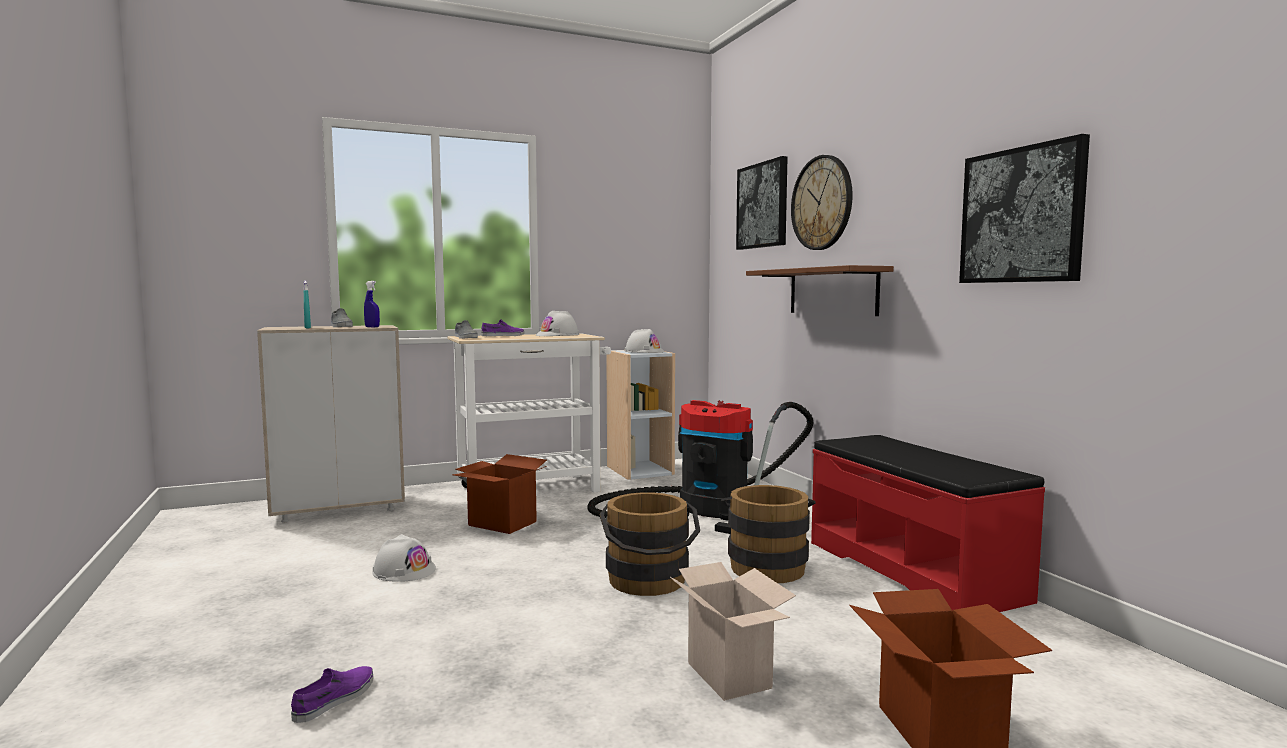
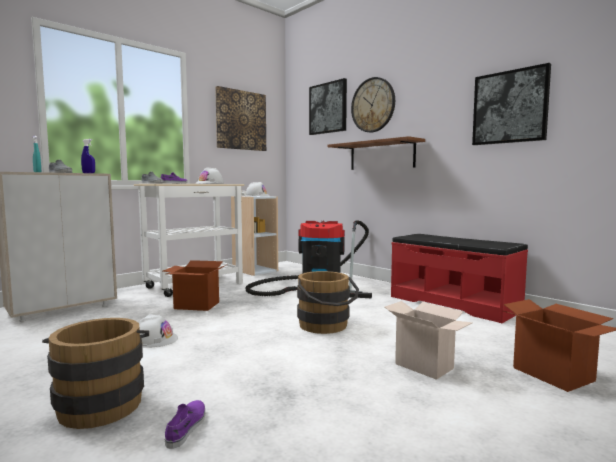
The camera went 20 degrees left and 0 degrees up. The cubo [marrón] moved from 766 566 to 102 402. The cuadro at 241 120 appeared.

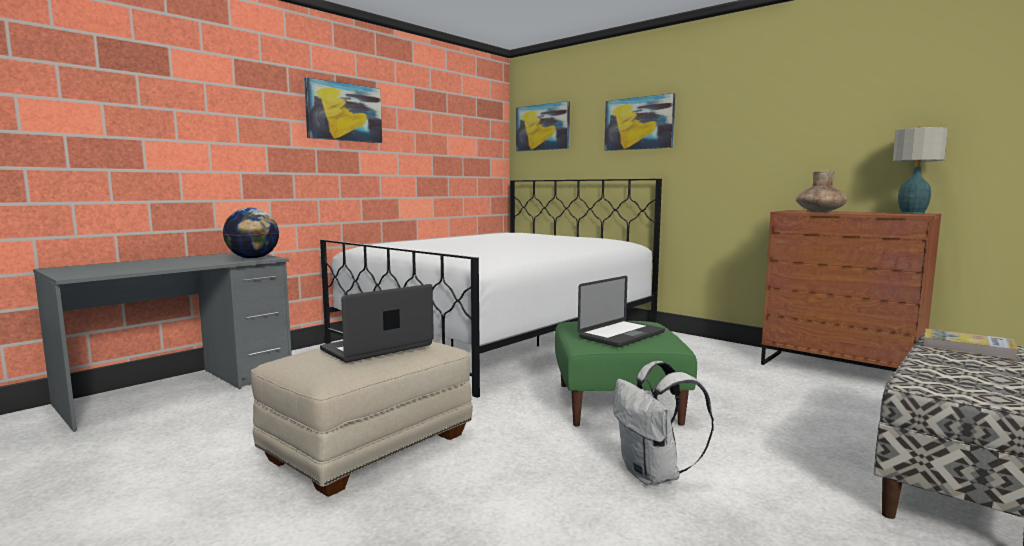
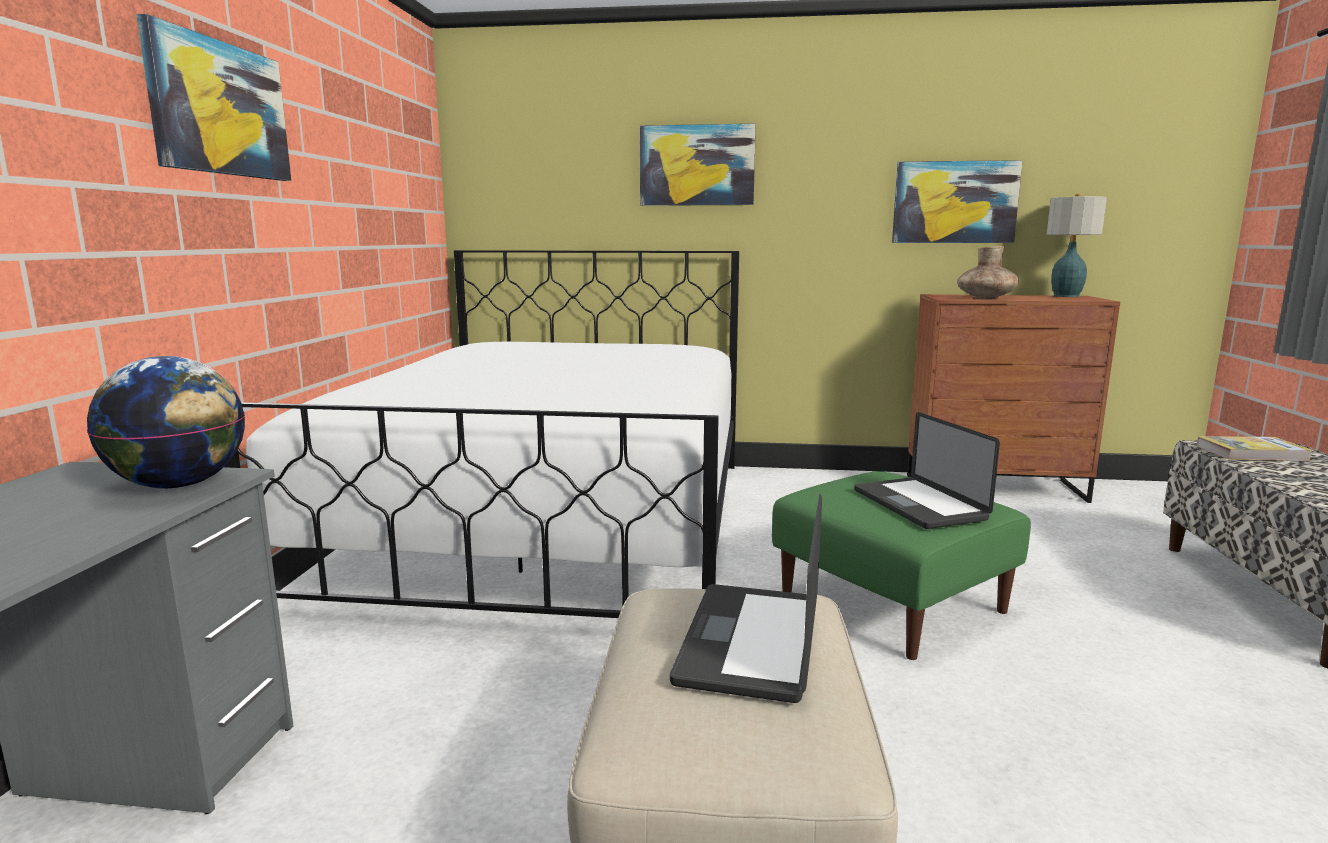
The camera went 35 degrees left and 5 degrees up. The cuadro moved from 542 127 to 954 202. The portátil at 622 335 turned 150 degrees clockwise. The mochila [blanco] at 653 475 disappeared.

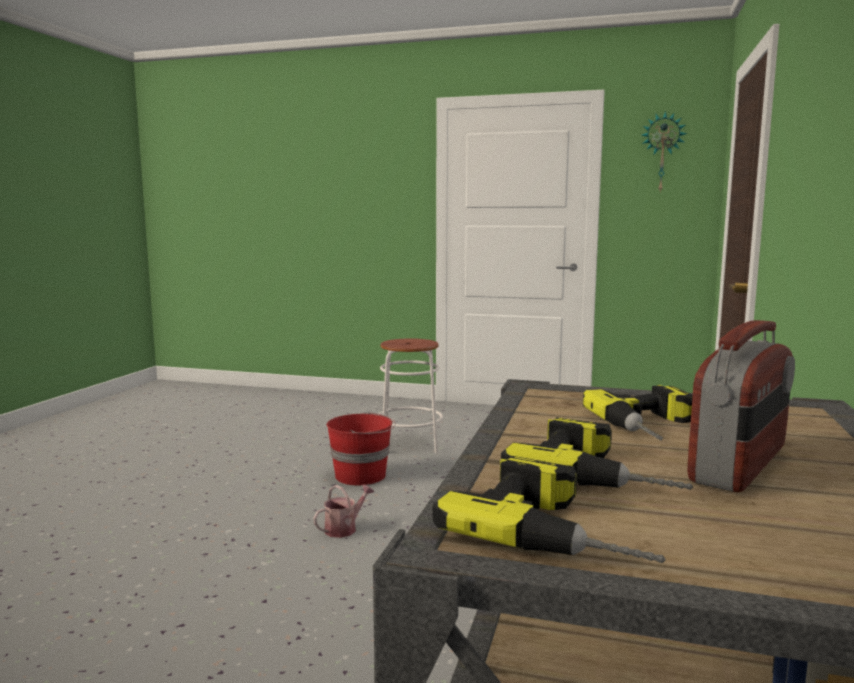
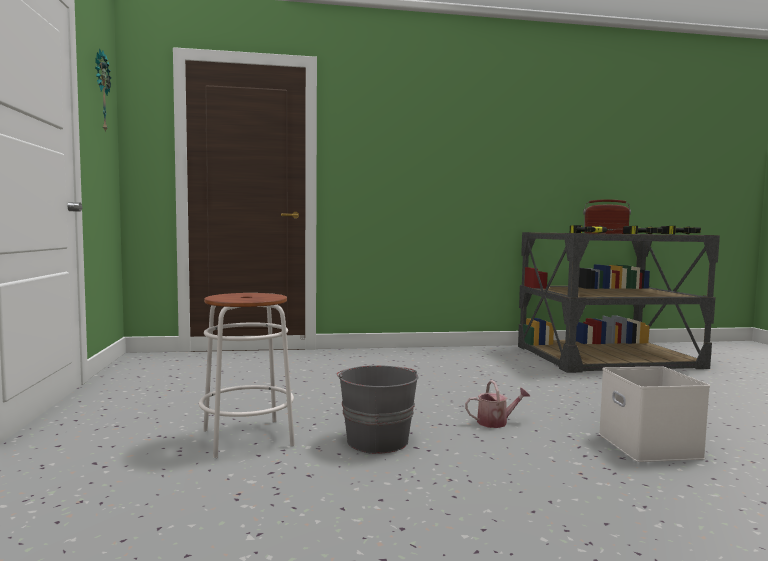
The camera went 115 degrees left and 5 degrees down. The regadera at 344 528 turned 150 degrees clockwise. The cubo [rojo] at 361 475 became the cubo [gris] at 376 440. The caja de almacenaje [blanco] at 646 445 appeared.

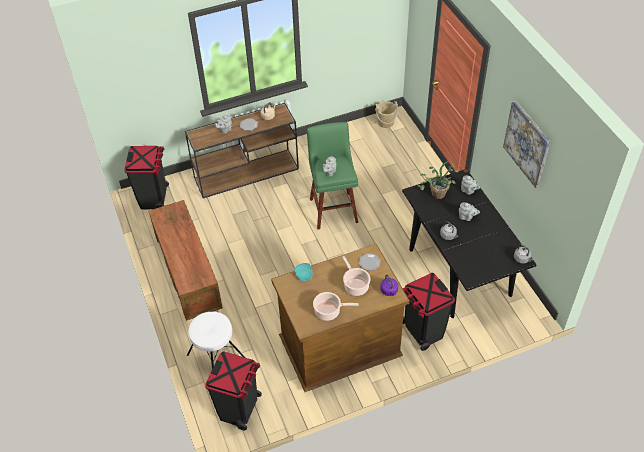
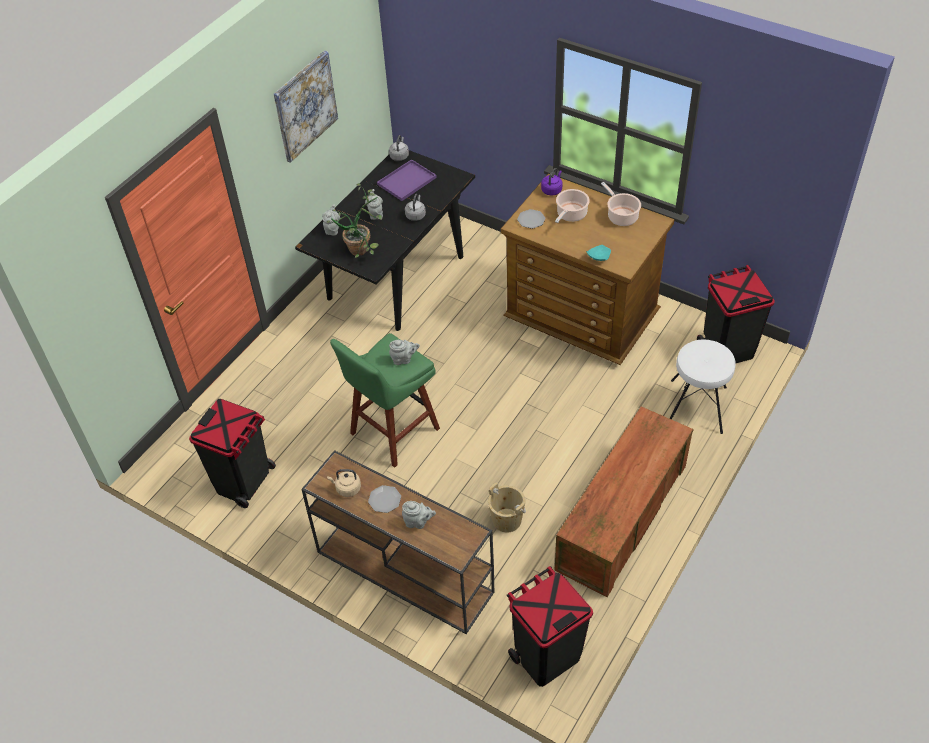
The camera went 125 degrees left and 0 degrees up. The cubo [beis] moved from 385 122 to 506 520. The papelera [negro] moved from 423 331 to 244 482. The bandeja [morado] at 407 180 appeared.

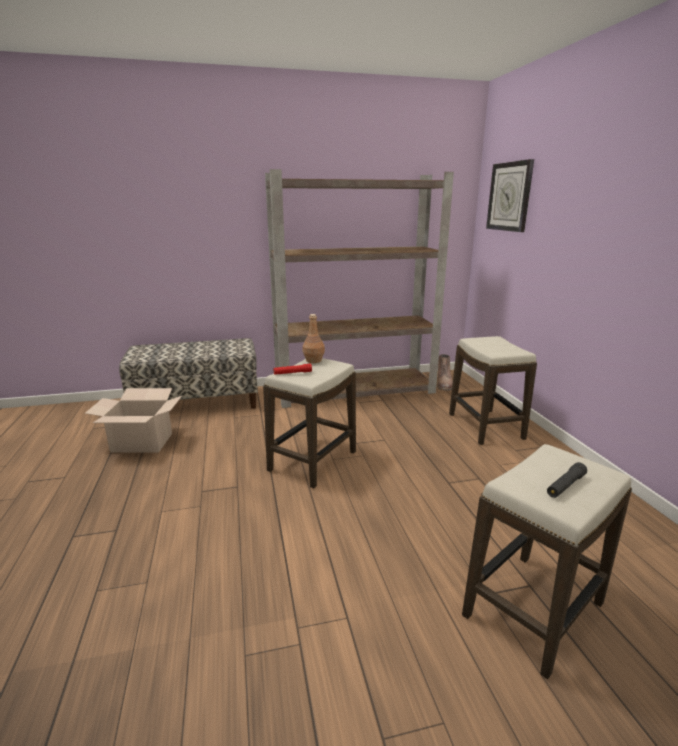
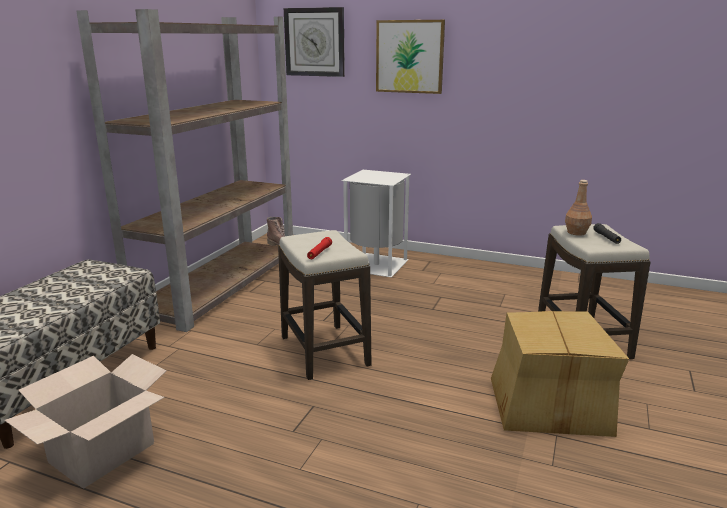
The camera went 55 degrees left and 0 degrees up. The botella [marrón] moved from 314 360 to 576 232. The taburete at 485 427 was replaced by the papelera [blanco] at 377 264. The cuadro at 409 56 appeared. The caja de cartón at 548 404 appeared.

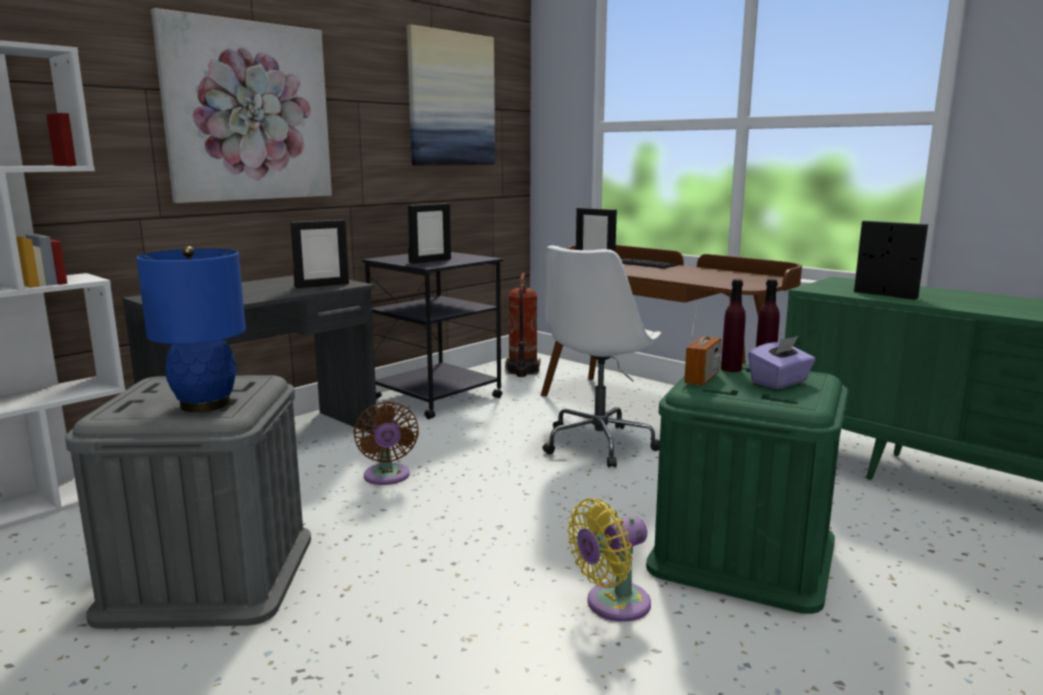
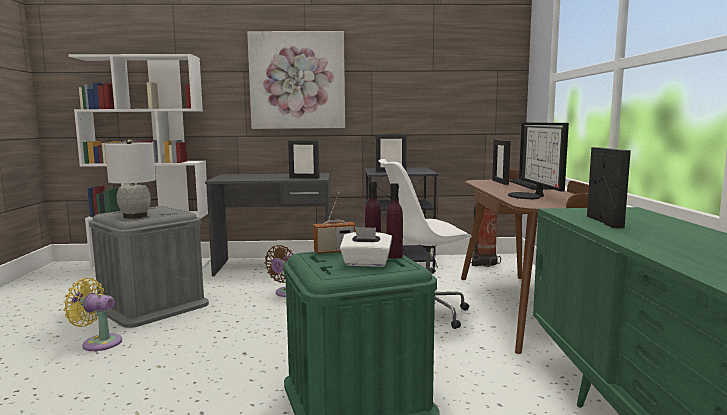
The camera went 45 degrees right and 5 degrees down. The lámpara de mesa [azul] at 205 404 became the lámpara de mesa [blanco] at 135 216. The cuadro at 451 99 disappeared. The ventilador [amarillo] moved from 612 604 to 98 342. The caja de pañuelos [morado] at 780 382 became the caja de pañuelos [blanco] at 366 263. The monitor at 529 196 appeared.

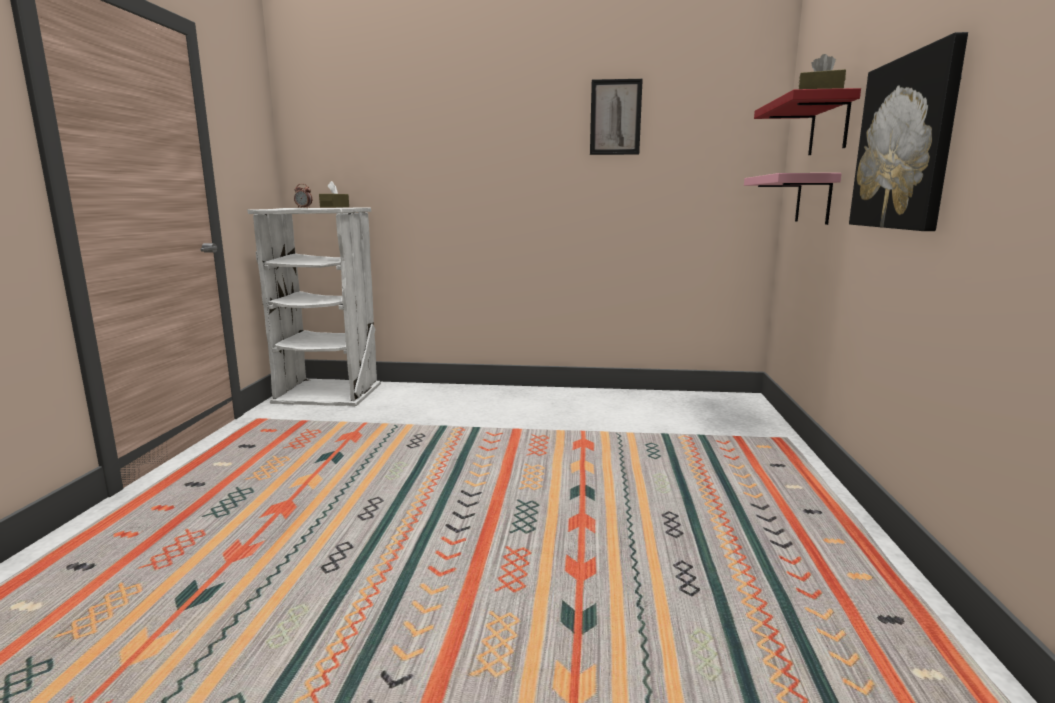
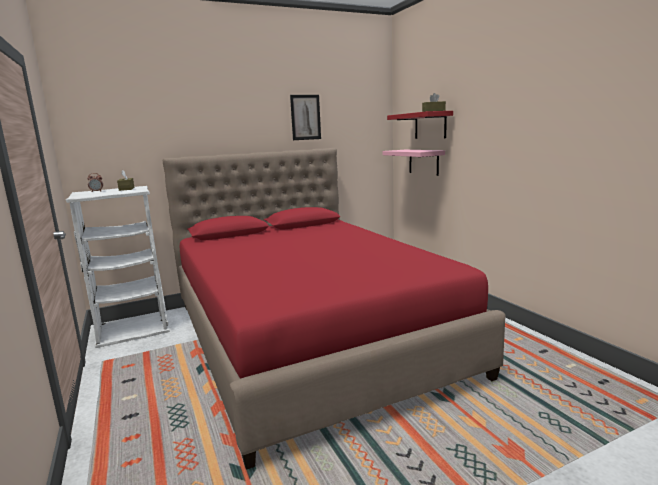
The camera went 30 degrees left and 0 degrees up. The cuadro at 905 143 disappeared. The cama [rojo] at 309 336 appeared.

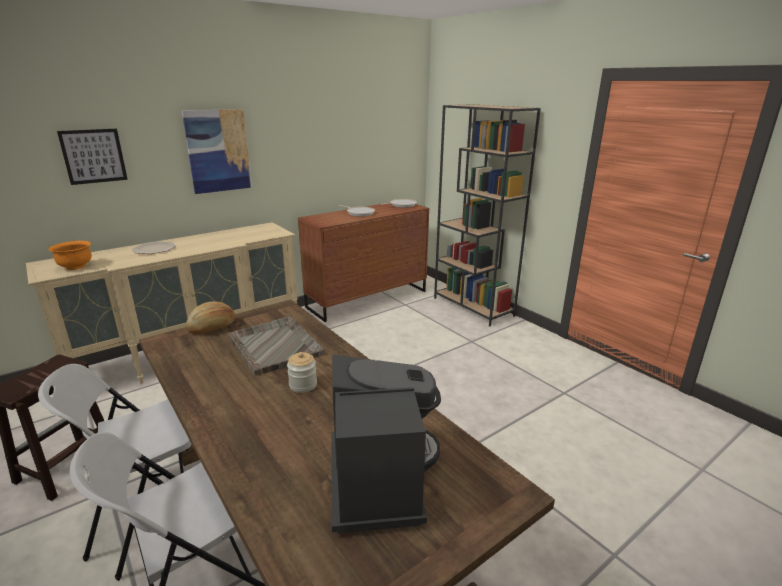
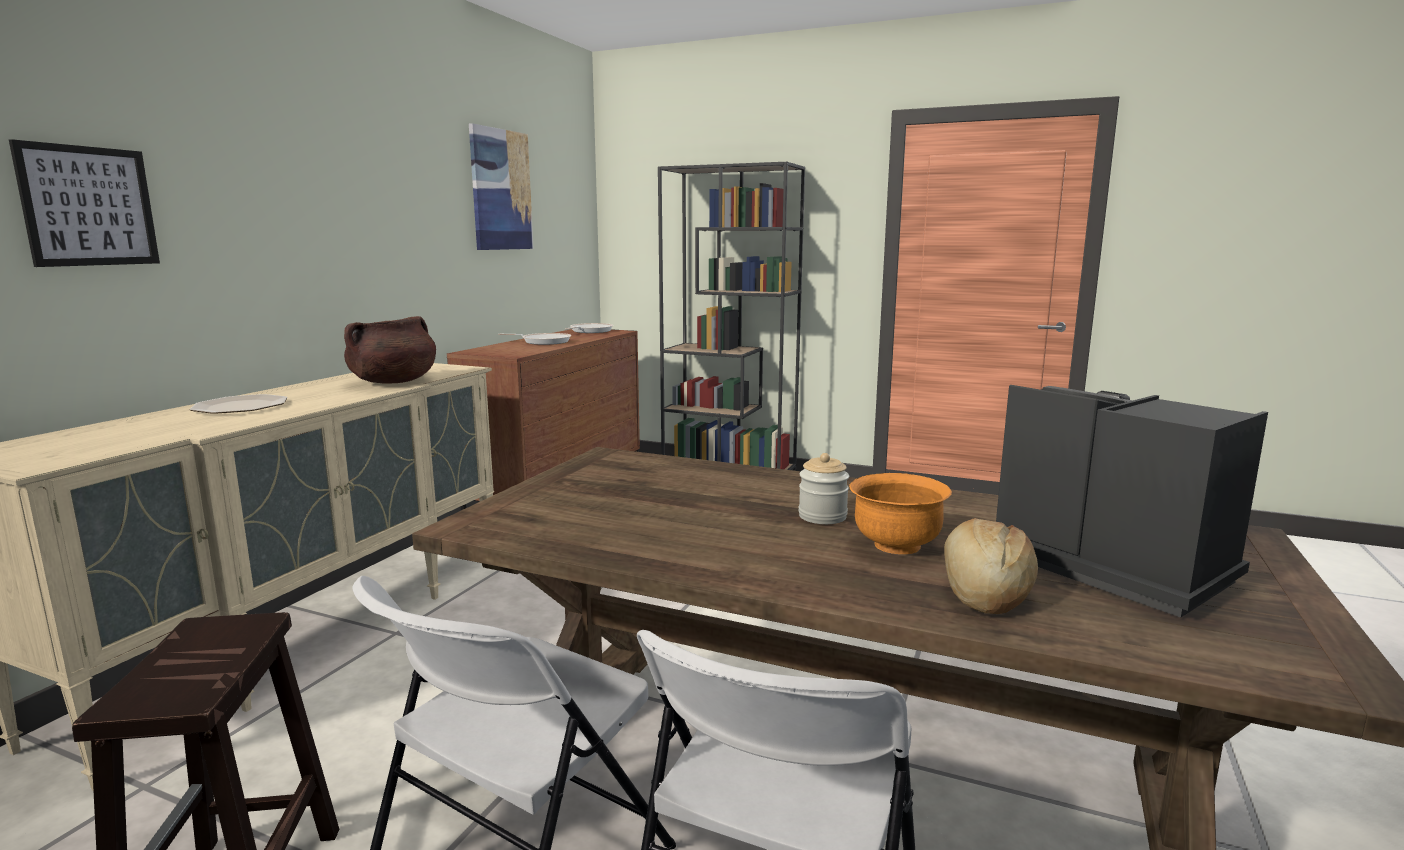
The camera went 30 degrees left and 10 degrees down. The cuenco [naranja] moved from 75 267 to 896 545. The cuadro moved from 218 151 to 501 190. The pan moved from 212 327 to 983 591. The bandeja [gris] at 274 345 disappeared. The olla [marrón] at 393 382 appeared.

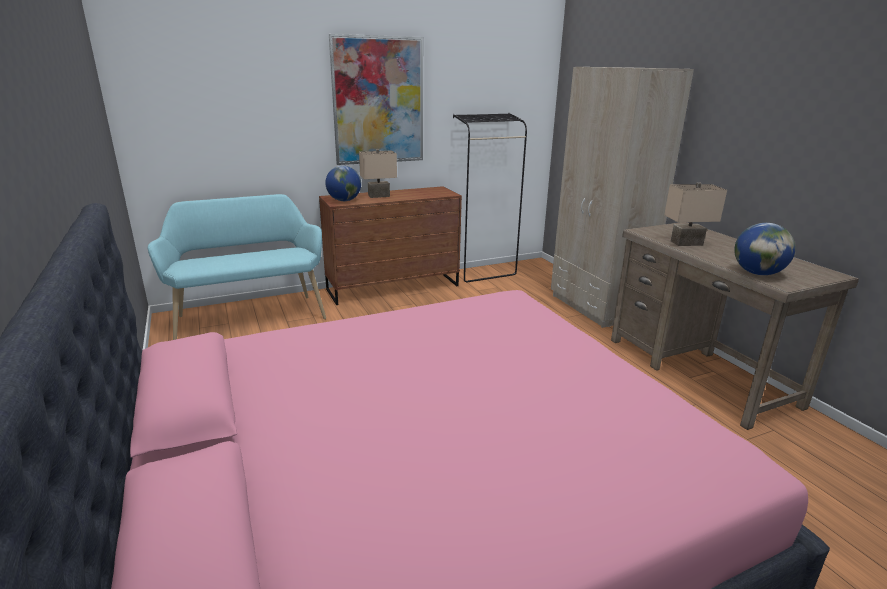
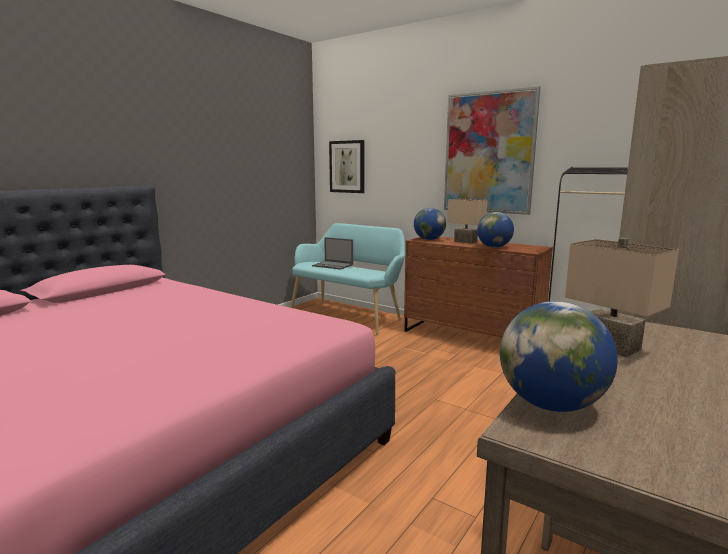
The camera went 60 degrees right and 10 degrees down. The portátil at 333 265 appeared. The cuadro at 347 166 appeared. The globo terráqueo at 494 247 appeared.

